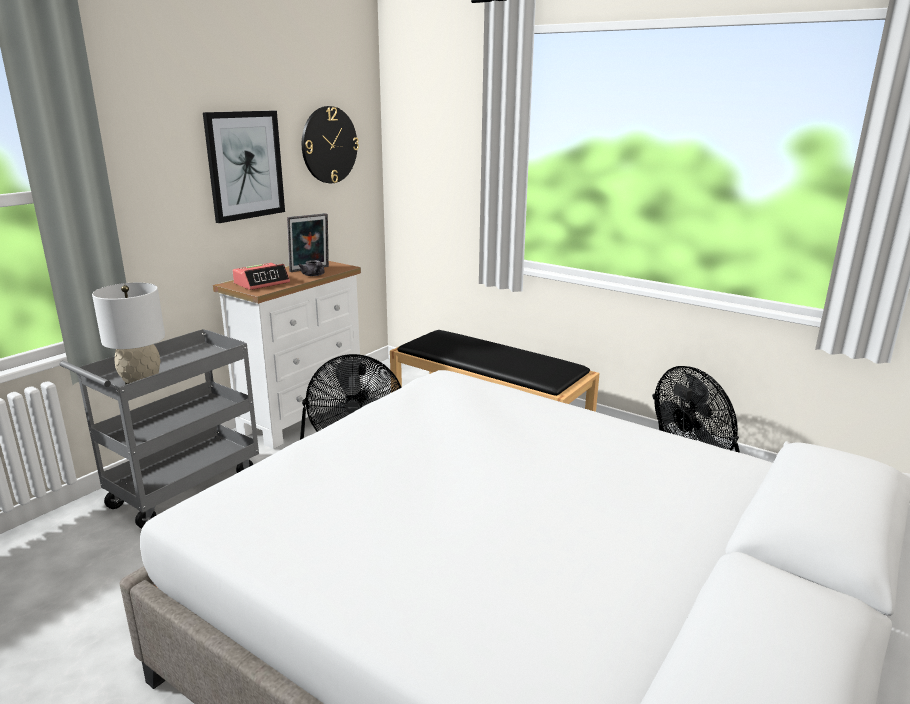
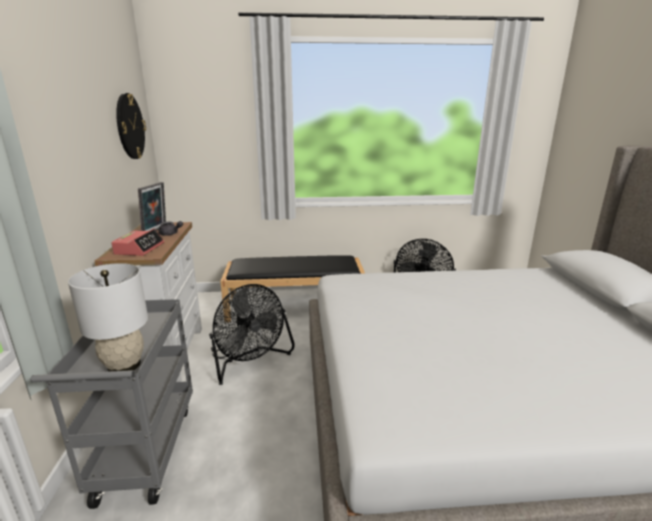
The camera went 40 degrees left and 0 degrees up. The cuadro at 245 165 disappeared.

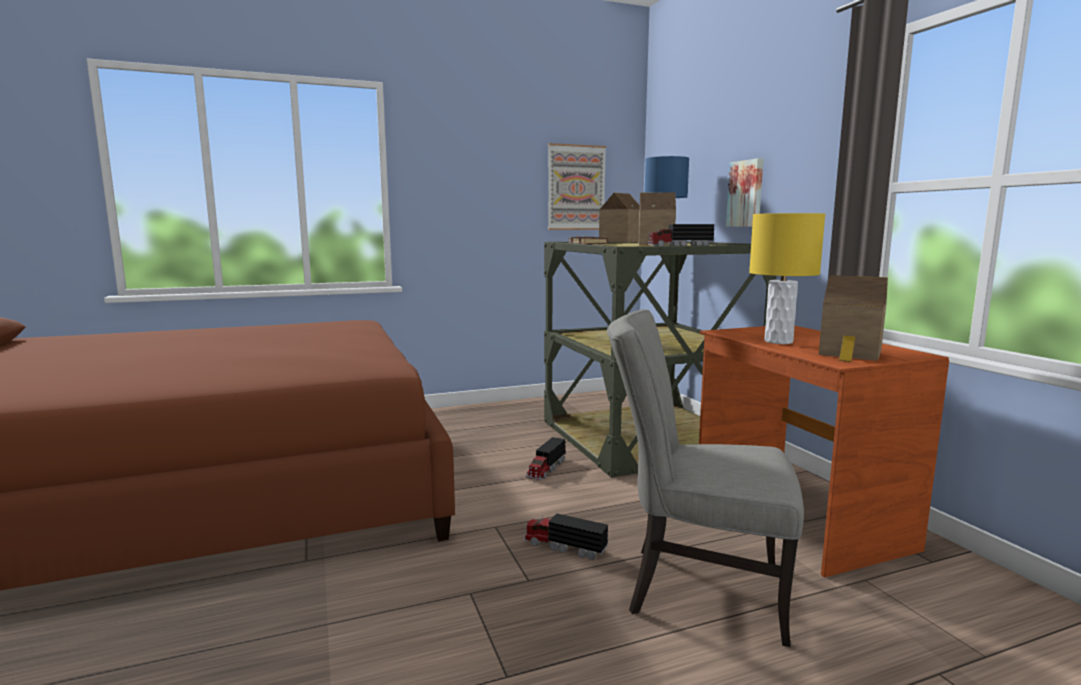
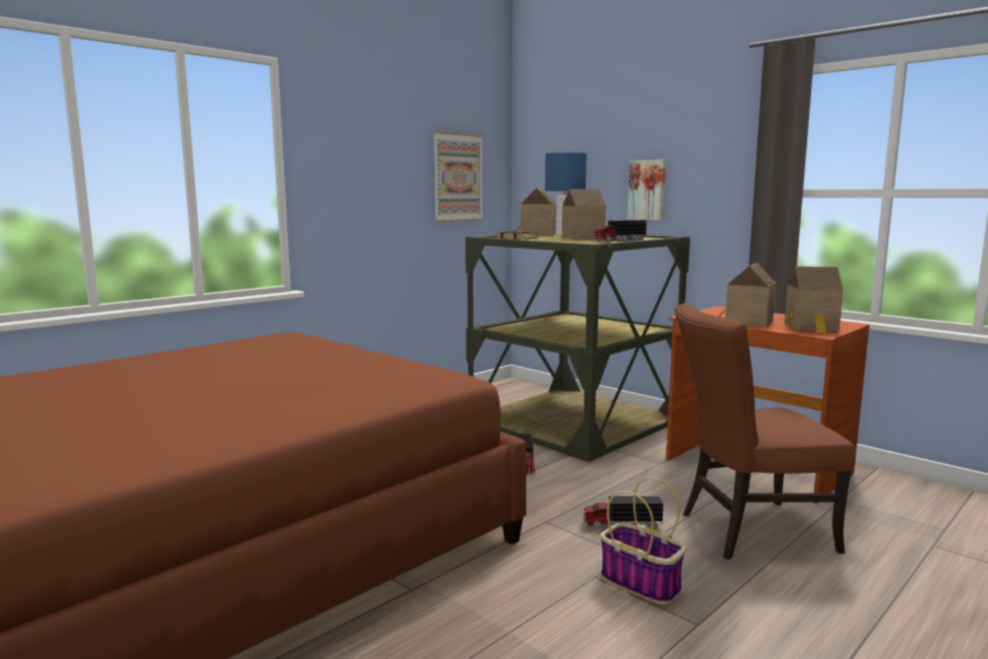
The camera went 25 degrees left and 0 degrees up. The silla [gris] at 694 588 became the silla [marrón] at 747 531. The lámpara de mesa [amarillo] at 778 341 was replaced by the casita at 746 322. The cesta at 642 584 appeared.

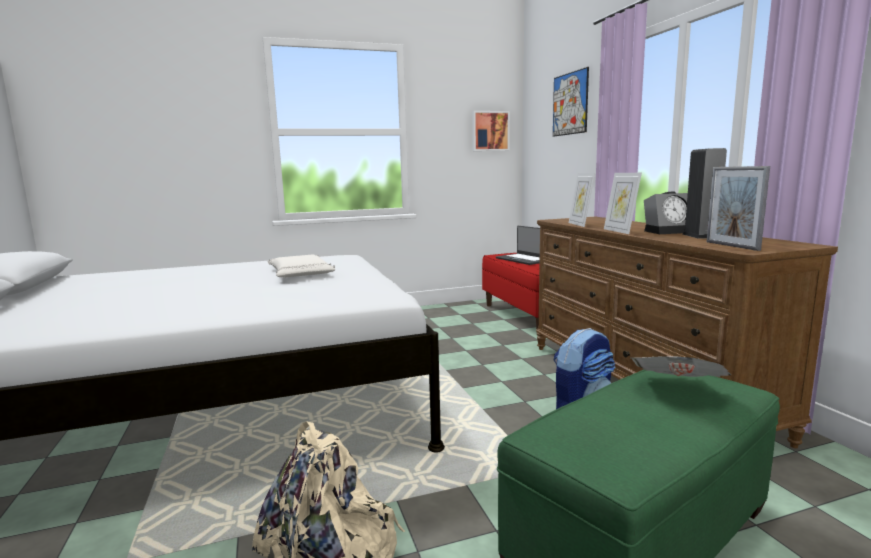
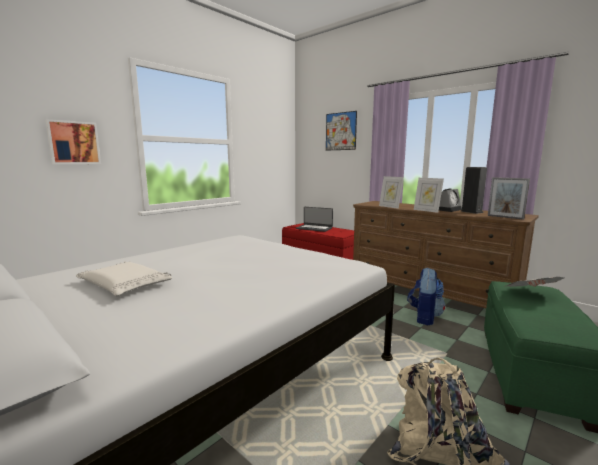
The camera went 30 degrees left and 0 degrees up. The cojín [blanco] moved from 300 272 to 124 284. The cuadro moved from 490 131 to 73 143.

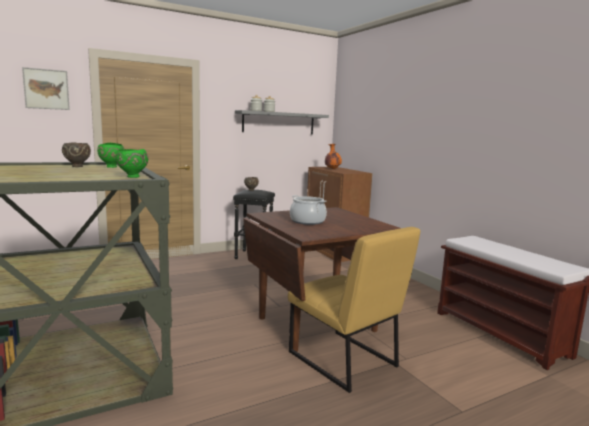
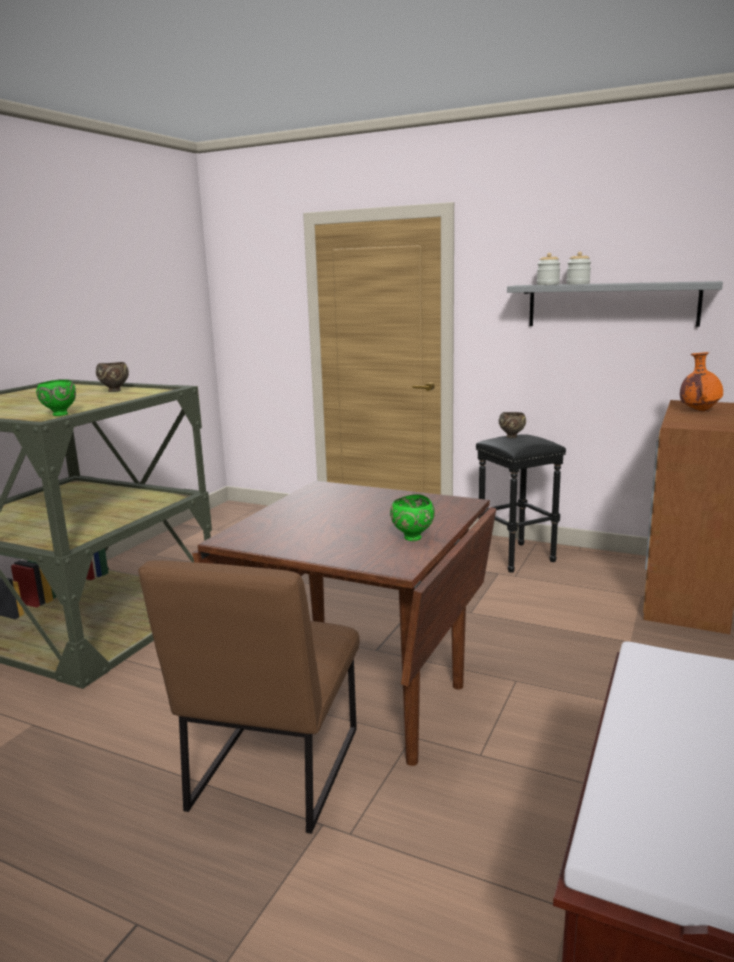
The camera went 55 degrees right and 5 degrees up. The cuadro at 46 89 disappeared. The cuenco [verde] moved from 112 167 to 412 538. The silla [amarillo] at 344 360 became the silla [marrón] at 272 771. The olla at 307 221 disappeared.

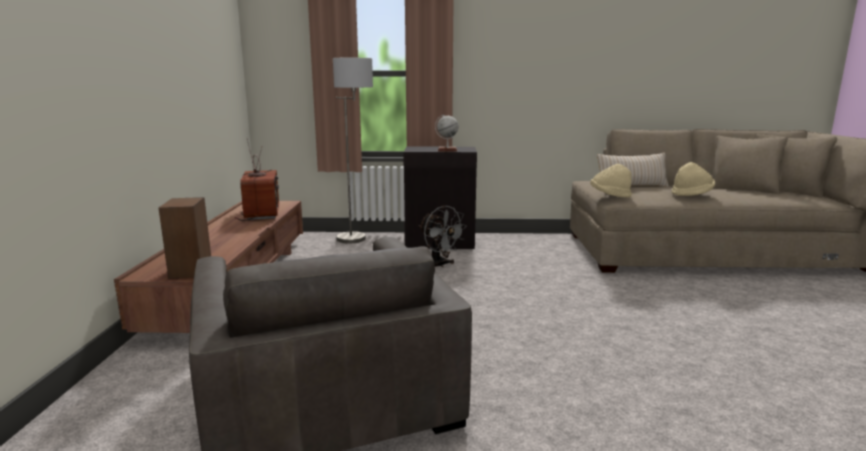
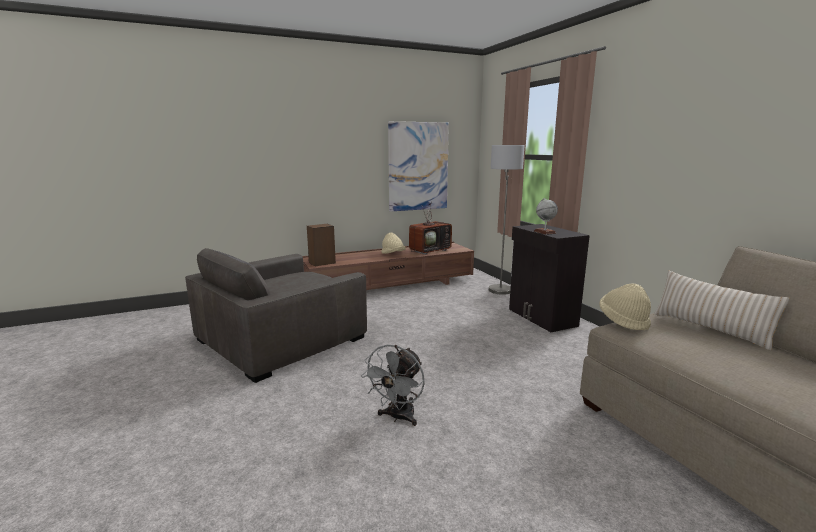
The camera went 65 degrees right and 0 degrees up. The ventilador [gris] moved from 439 265 to 398 417. The sombrero [beis] moved from 692 194 to 393 254. The cuadro at 418 166 appeared.

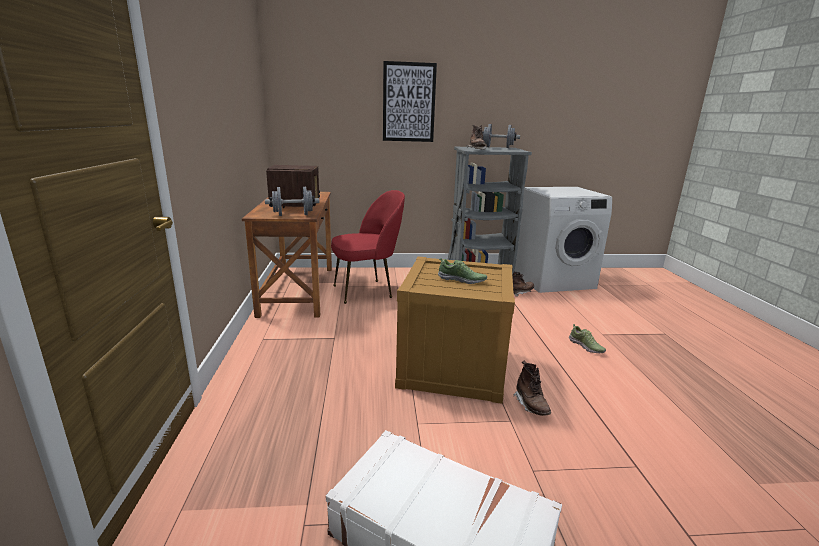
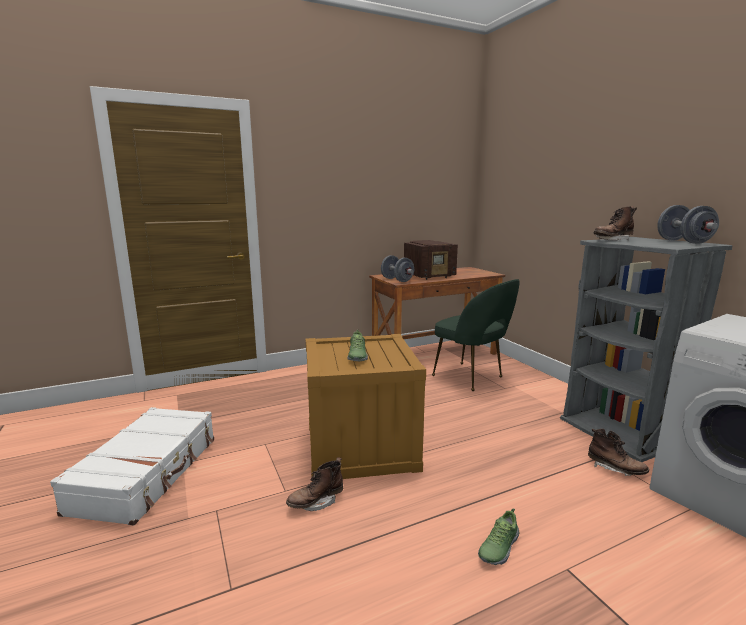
The camera went 70 degrees right and 5 degrees down. The silla [rojo] at 367 291 became the silla [verde] at 471 378. The cuadro at 409 102 disappeared.

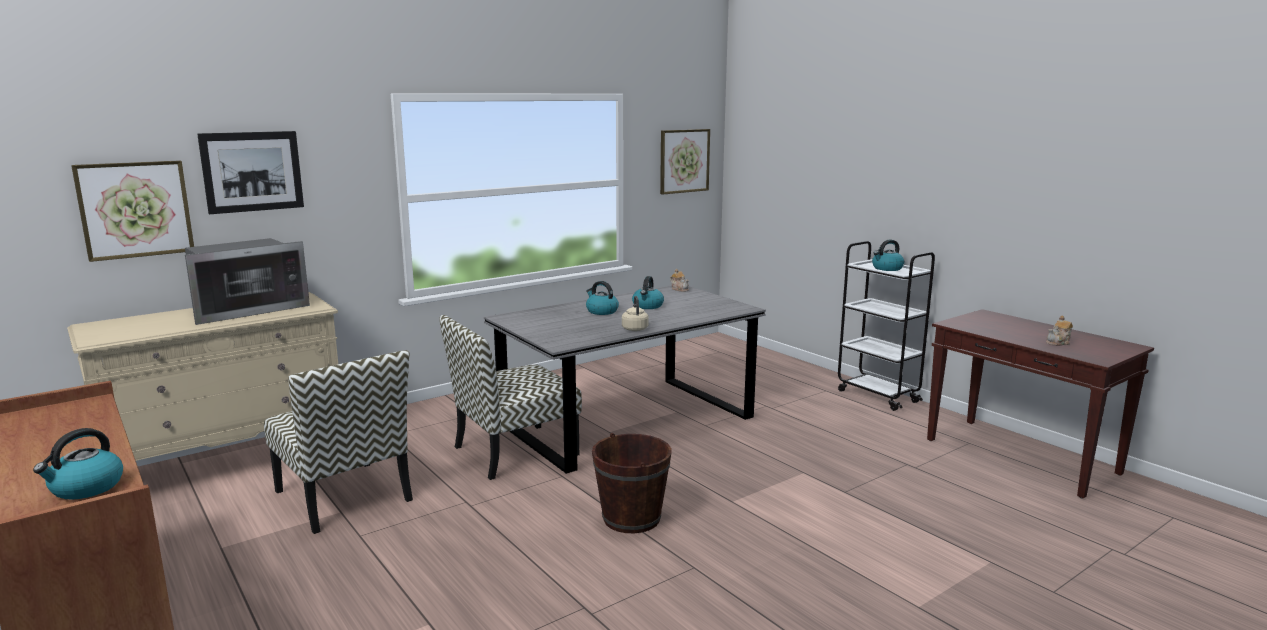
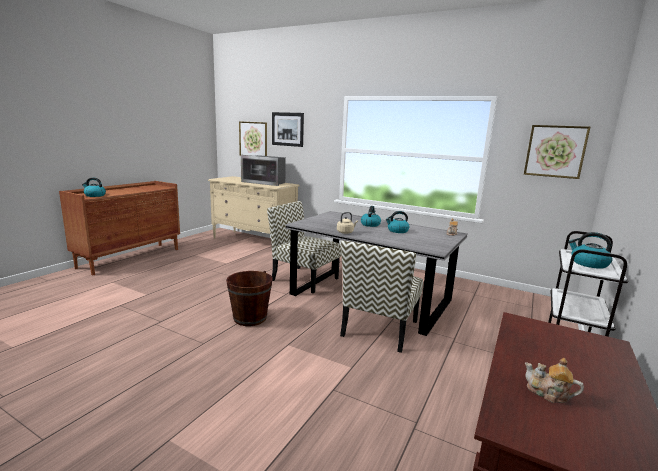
The camera went 65 degrees right and 0 degrees up. The silla moved from 345 496 to 380 329.

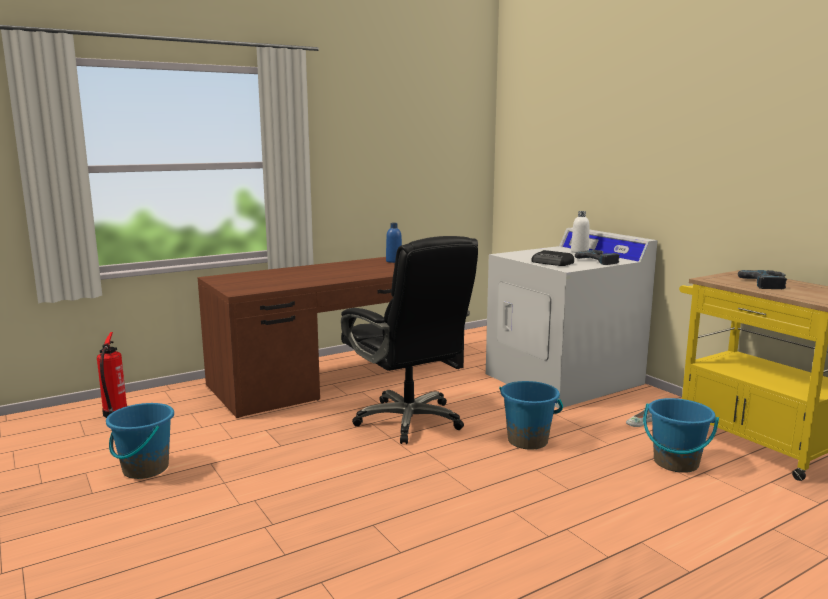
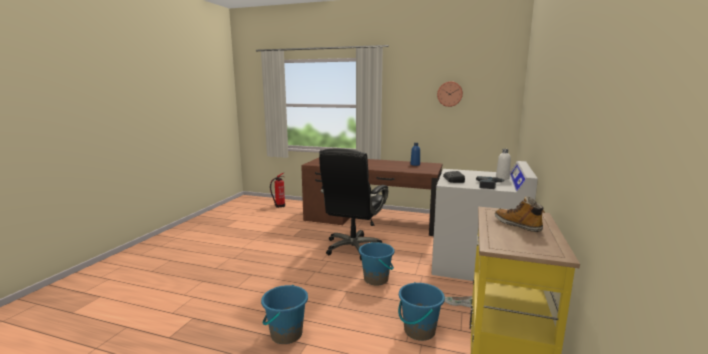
The camera went 50 degrees right and 0 degrees up. The cubo [azul] moved from 145 469 to 286 334. The taladro at 768 284 was replaced by the bota at 517 225. The reloj de pared at 450 94 appeared.

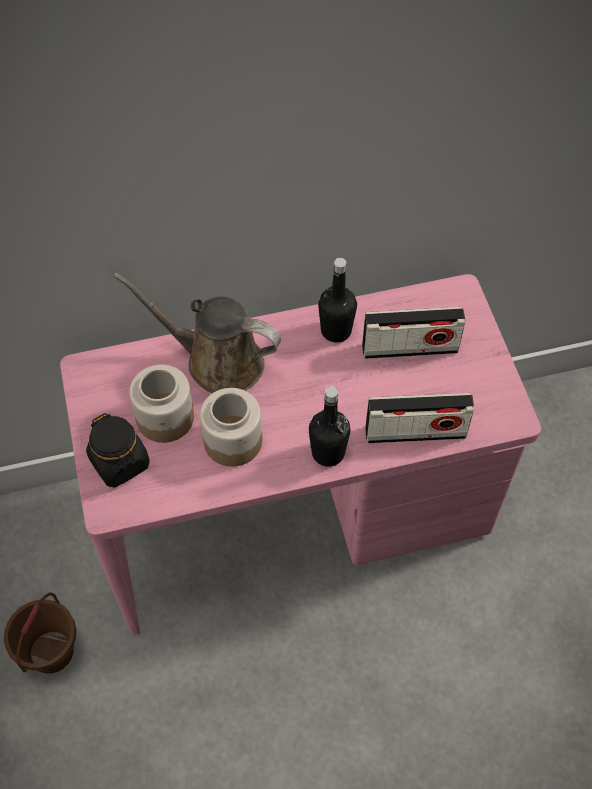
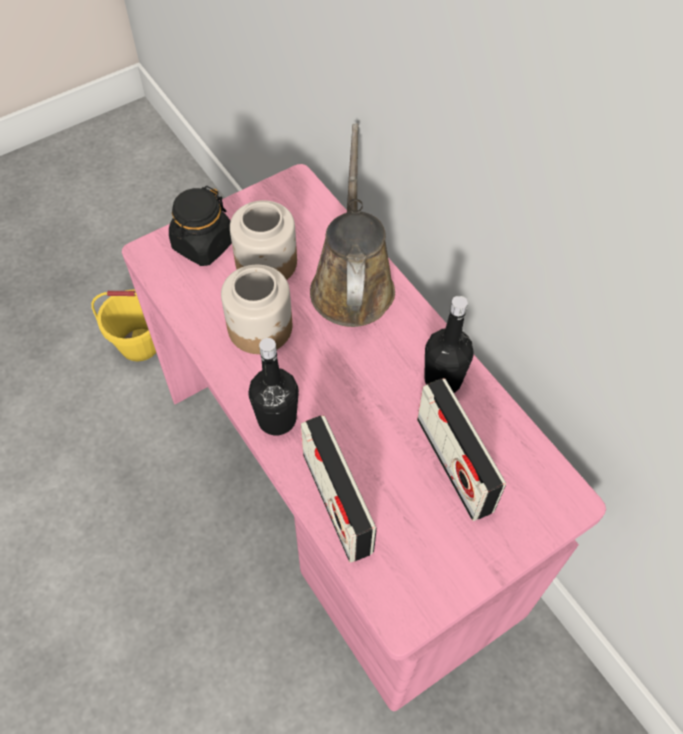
The camera went 70 degrees right and 0 degrees up. The cubo [marrón] at 51 651 became the cubo [amarillo] at 140 344.

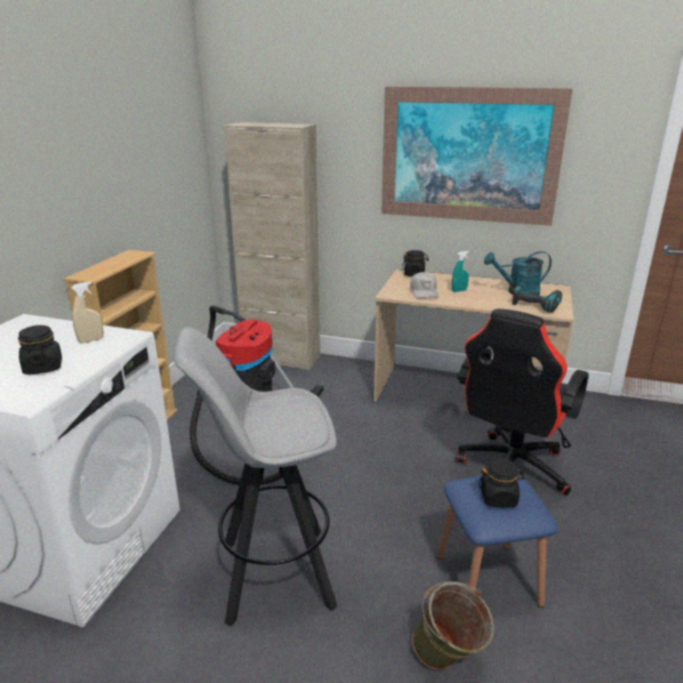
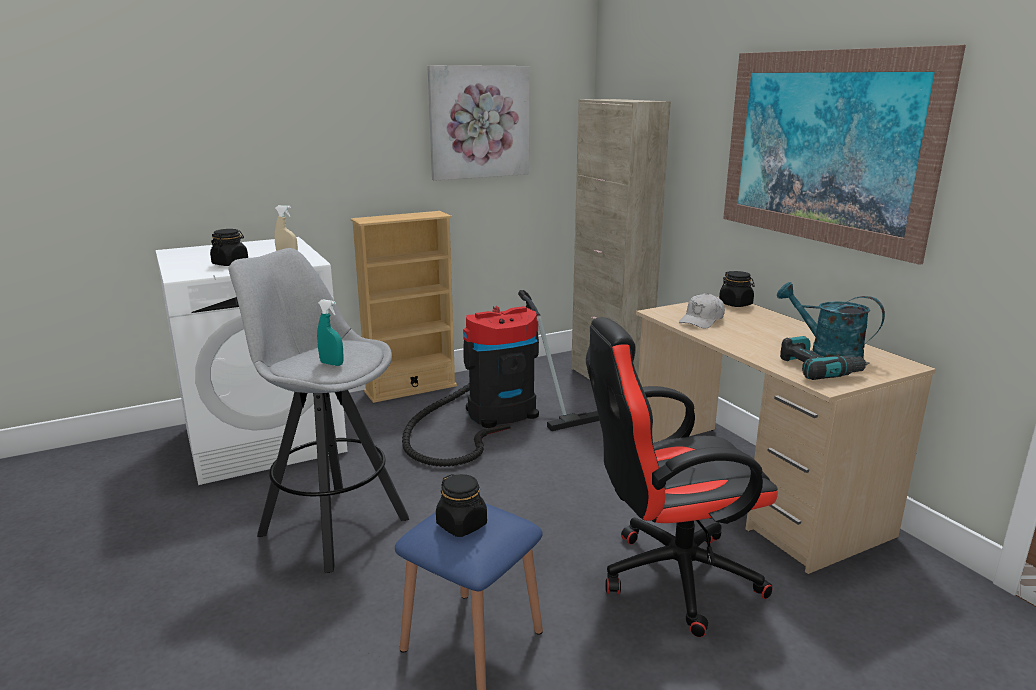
The camera went 45 degrees right and 5 degrees down. The cubo [verde] at 448 662 disappeared. The pulverizador [turquesa] moved from 459 291 to 332 364. The cuadro at 479 122 appeared.

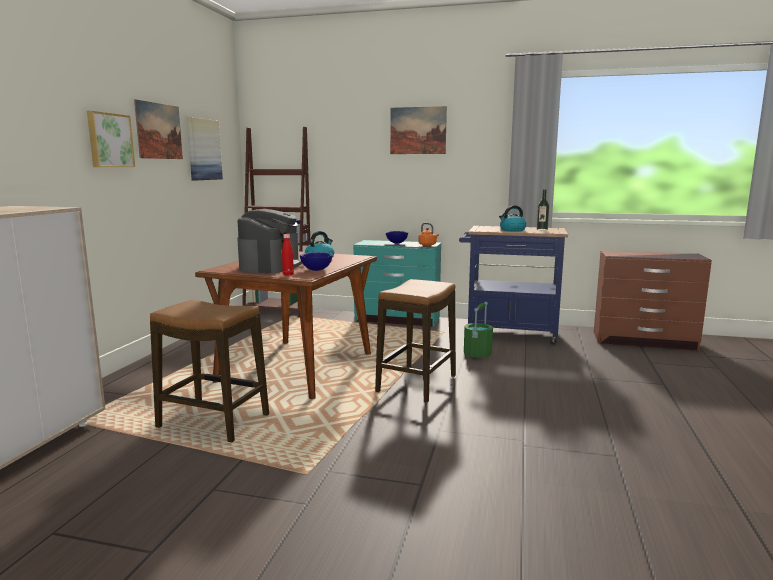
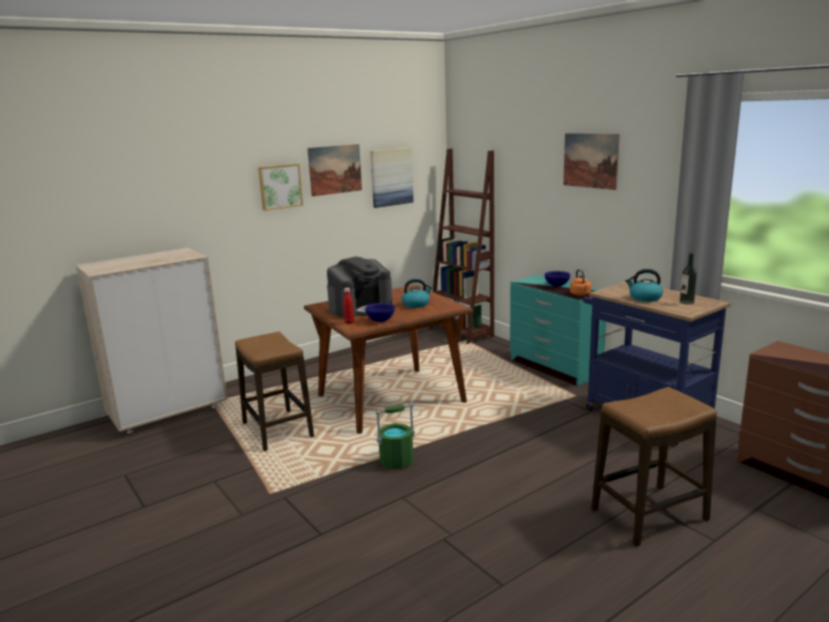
The camera went 40 degrees right and 5 degrees up. The taburete moved from 417 384 to 649 515. The cubo [verde] moved from 477 354 to 396 461.

